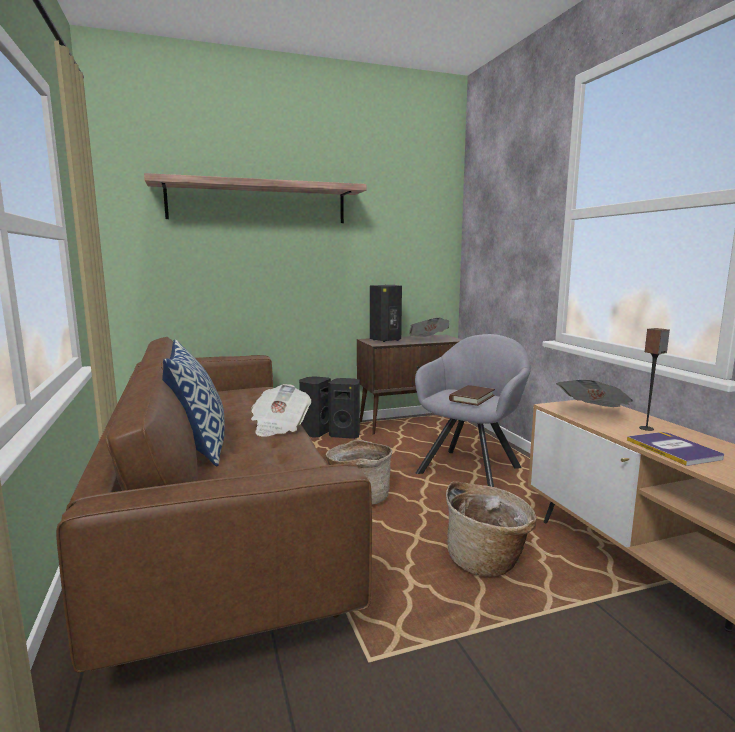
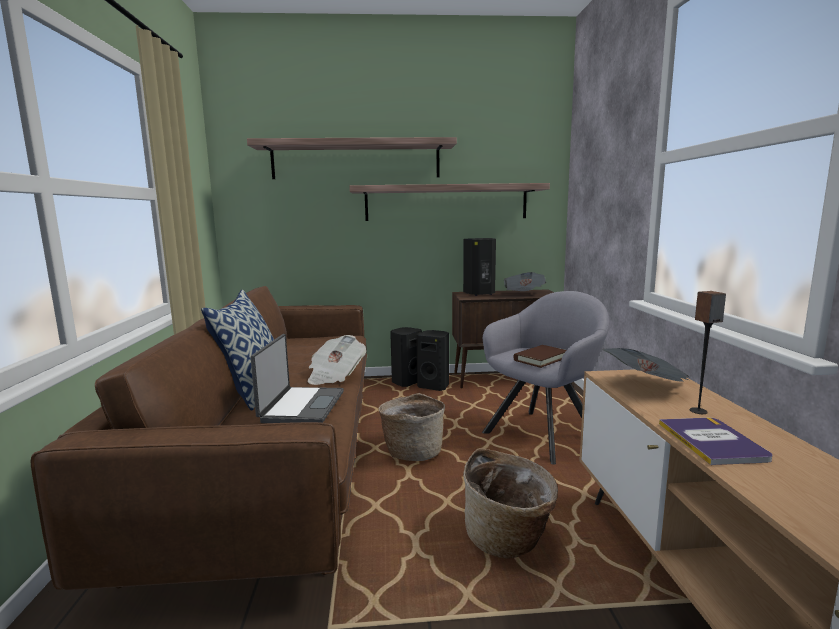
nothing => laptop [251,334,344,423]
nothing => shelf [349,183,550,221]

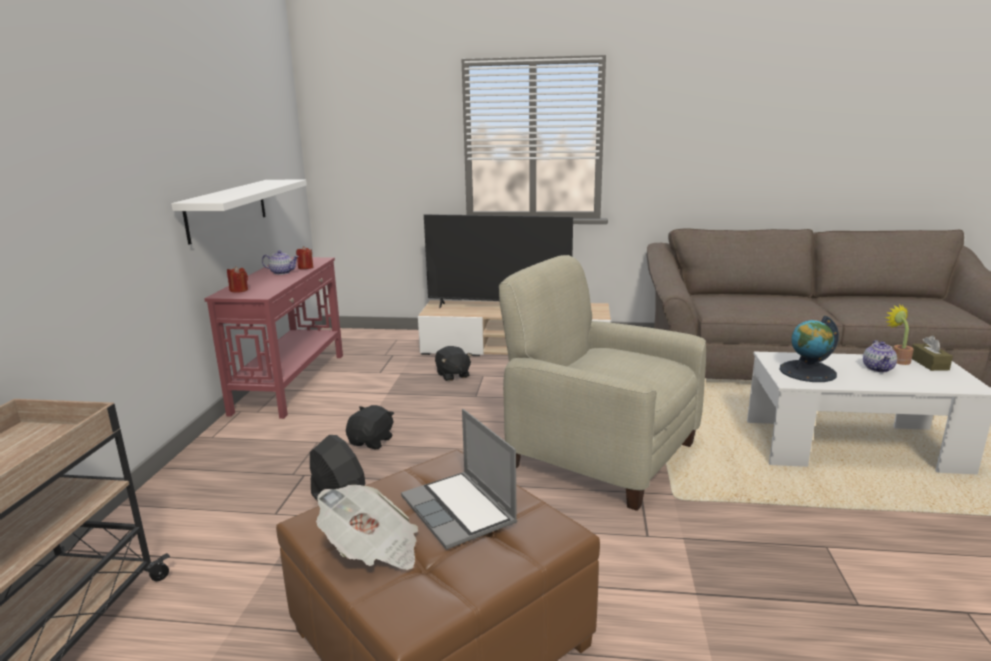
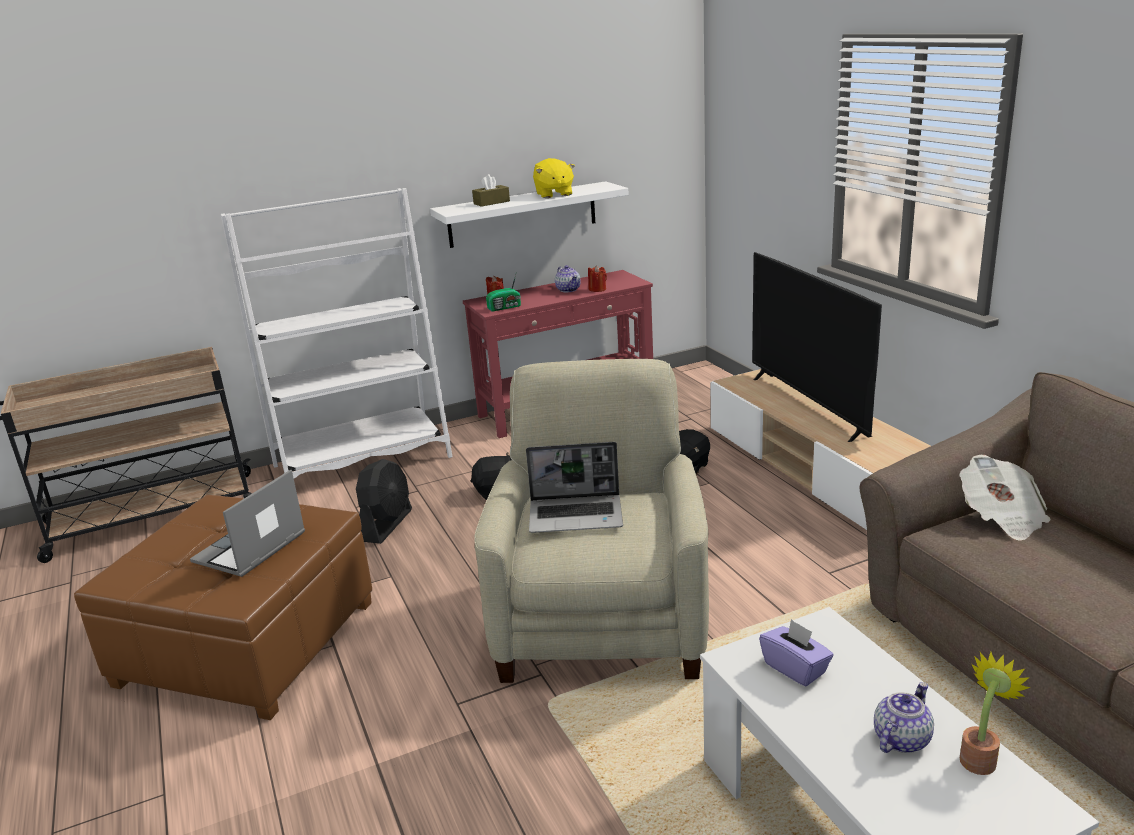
nothing => white bookcase [221,188,453,479]
brown tissue box [912,335,953,371] => brown tissue box [472,174,510,207], shifted
nothing => radio [486,275,521,312]
nothing => laptop [526,442,623,533]
nothing => yellow plush toy [533,158,575,198]
globe [779,316,839,382] => purple tissue box [759,619,833,687]
teapot [863,340,897,372] => teapot [874,682,934,753], 150 degrees clockwise
newspaper [316,485,418,570] => newspaper [959,455,1051,541], shifted

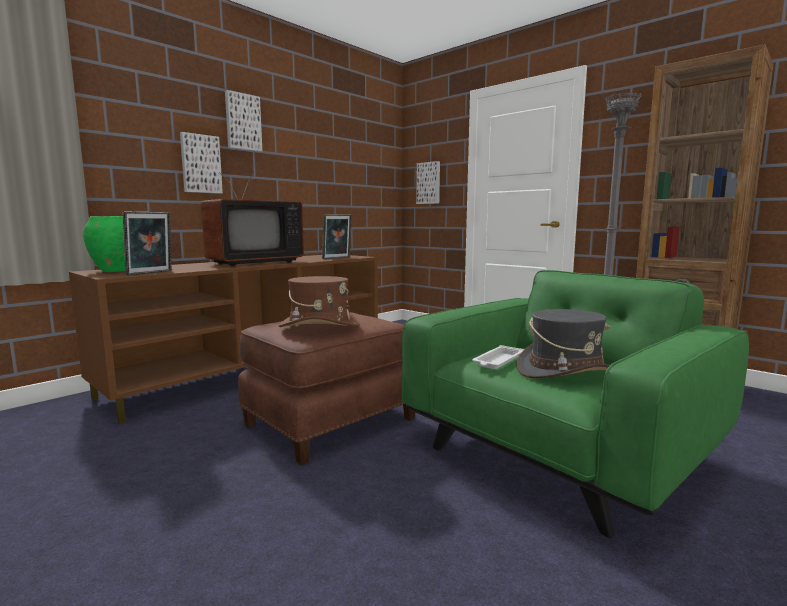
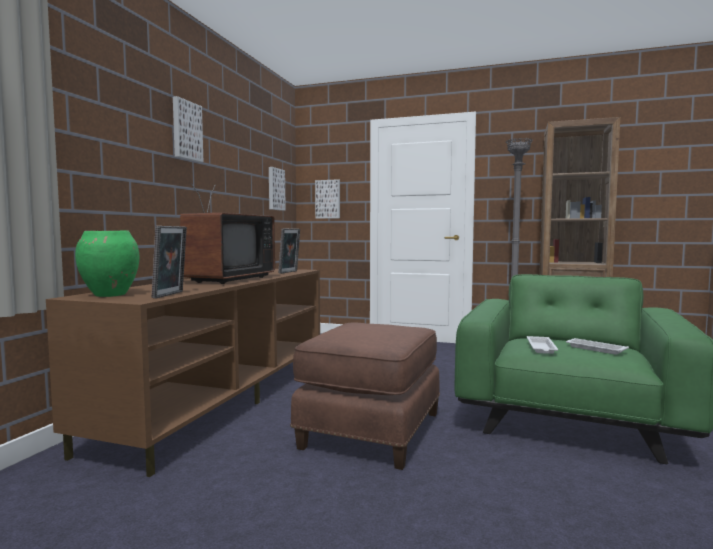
picture [180,132,223,194] => picture [269,167,286,211], shifted
grey hat [516,309,611,378] => white tray [566,338,629,355]
brown hat [279,276,360,327] => nothing

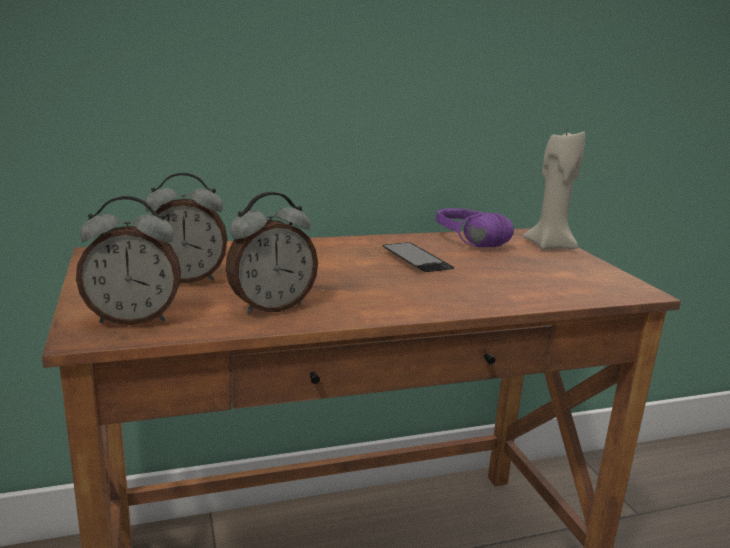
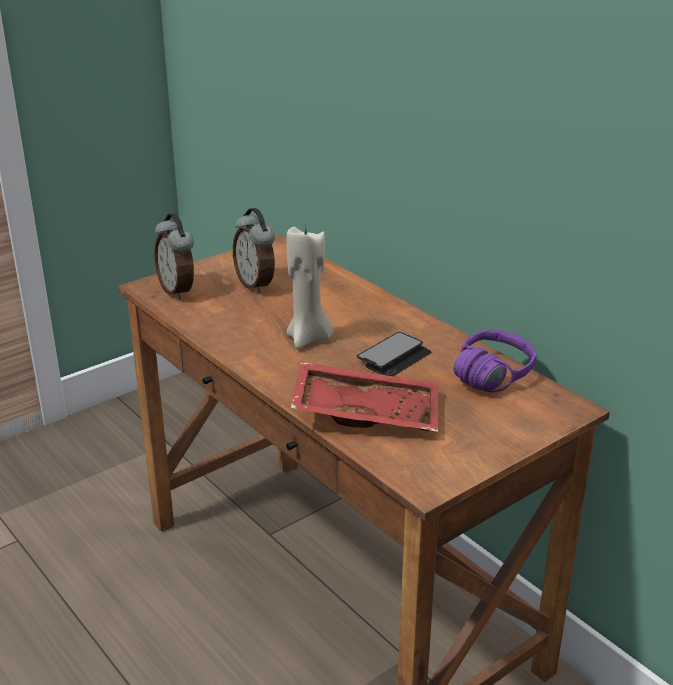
beige candle [523,127,585,250] => beige candle [286,224,333,349], shifted
nothing => red tray [291,362,438,432]
alarm clock [225,192,318,315] => nothing

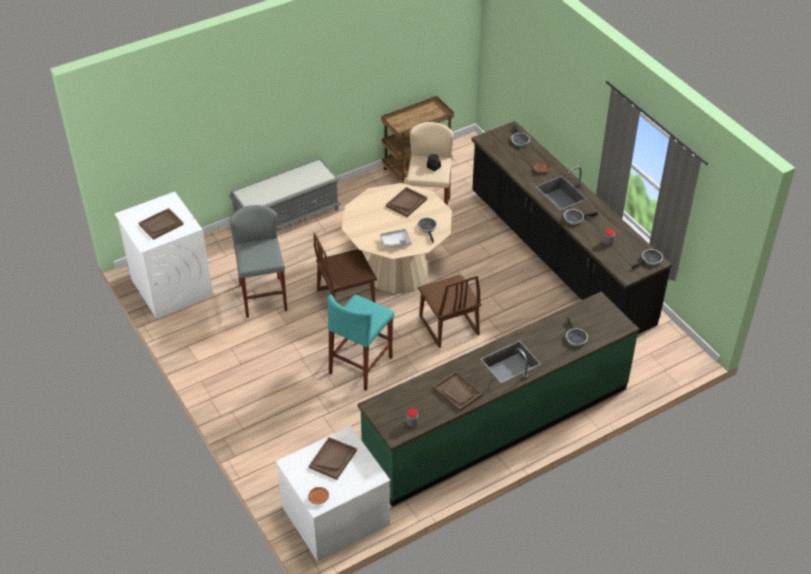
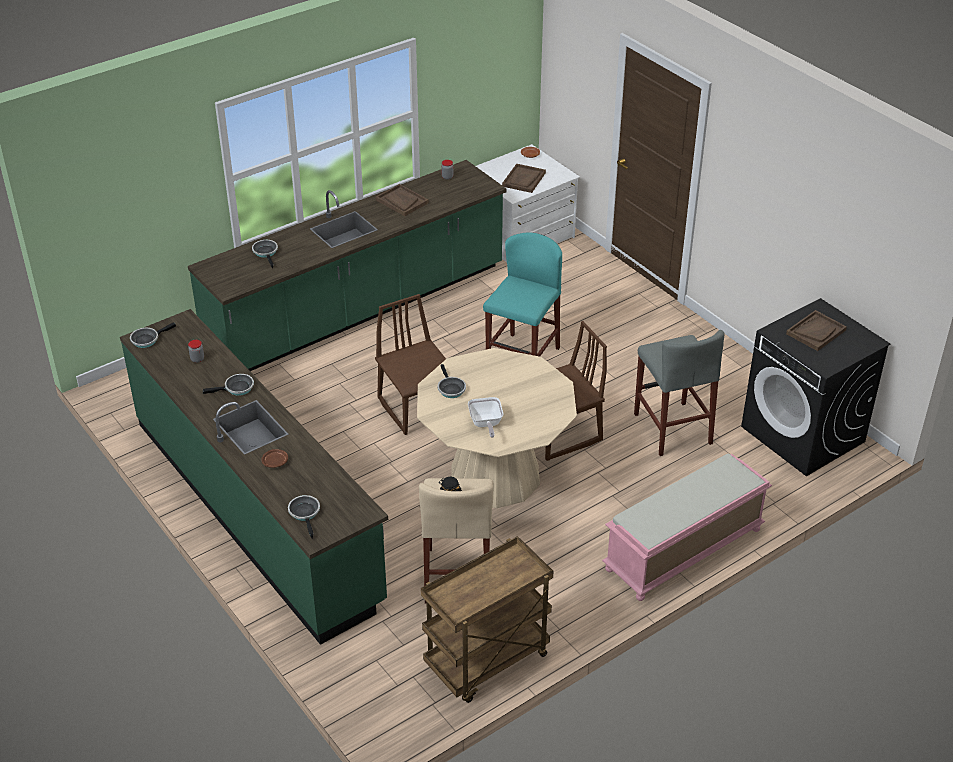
black counter [471,121,672,334] => green counter [120,309,388,645]
brown tray [386,187,427,217] => frying pan [468,397,503,438]
grey bench [228,158,341,229] => pink bench [602,453,772,601]
white washing machine [115,192,213,319] => black washing machine [741,298,890,476]
grey tray [380,229,412,248] => nothing

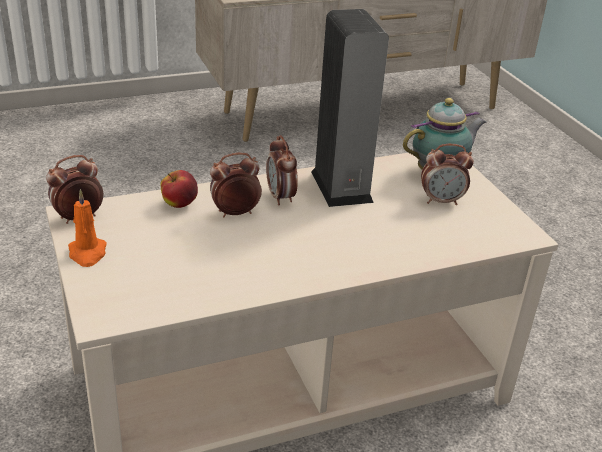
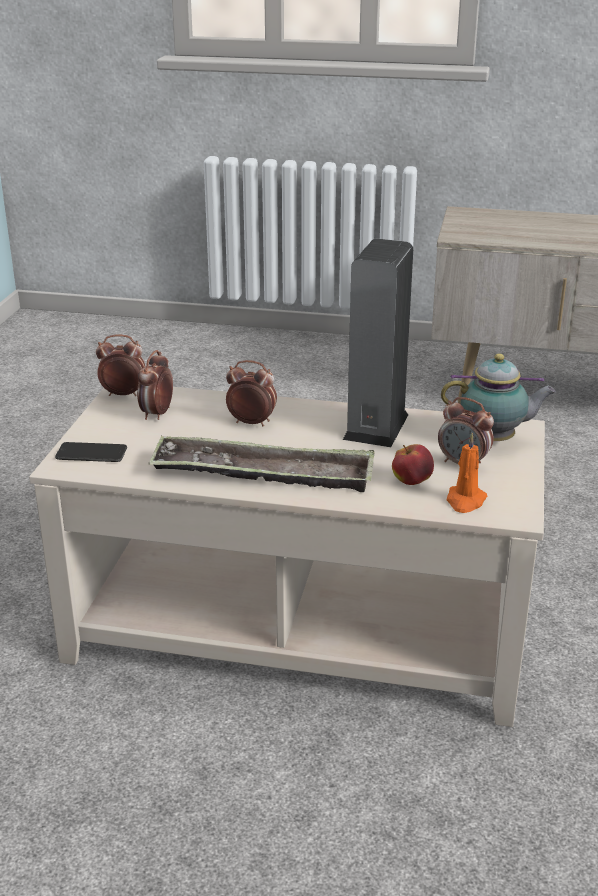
nothing => phone [55,442,127,462]
alarm clock [266,135,298,206] => alarm clock [137,350,173,420], shifted
nothing => tray [149,435,375,492]
apple [160,170,198,208] => apple [392,444,434,485], shifted
orange candle [68,189,107,267] => orange candle [447,433,487,513], shifted

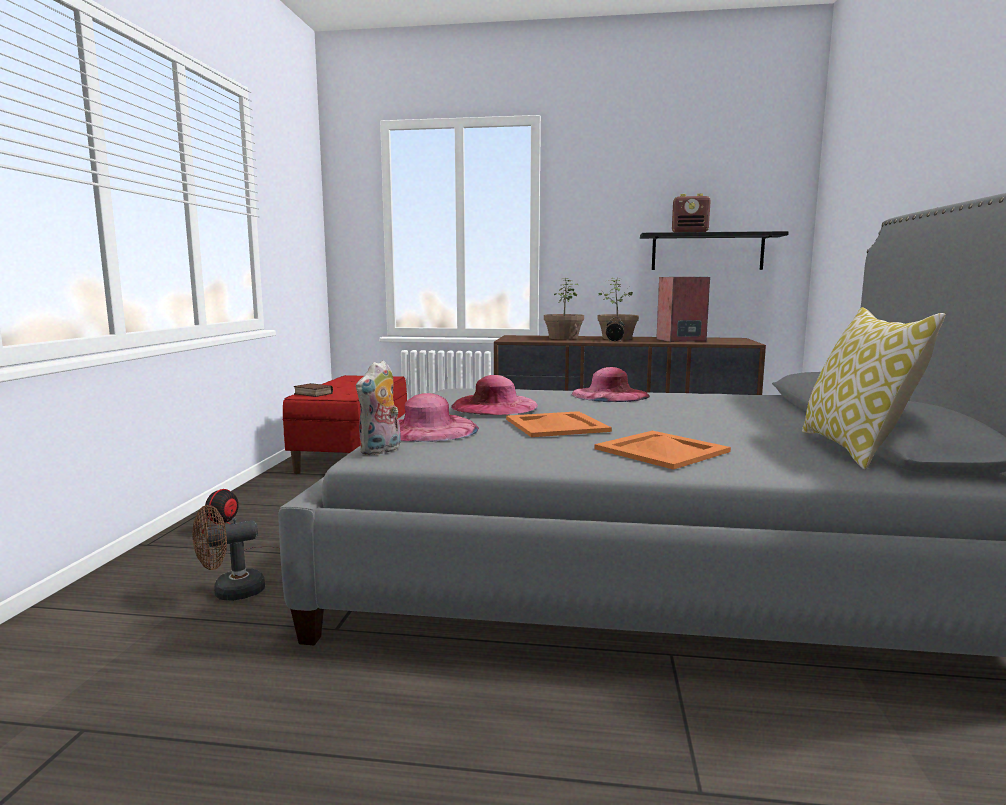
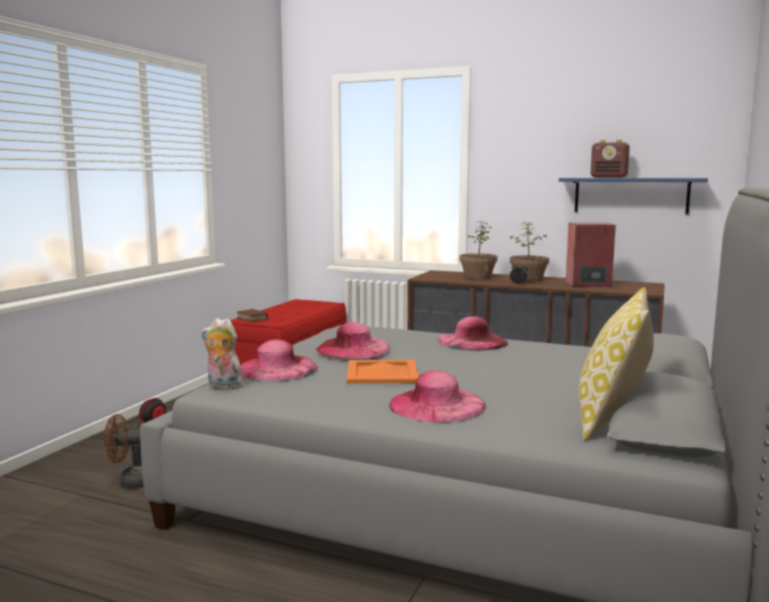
plush toy [356,360,404,455] => plush toy [201,318,246,390], 60 degrees clockwise
orange tray [594,431,731,470] => pink hat [389,370,486,422]
black shelf [640,231,789,270] => blue shelf [559,178,708,214]

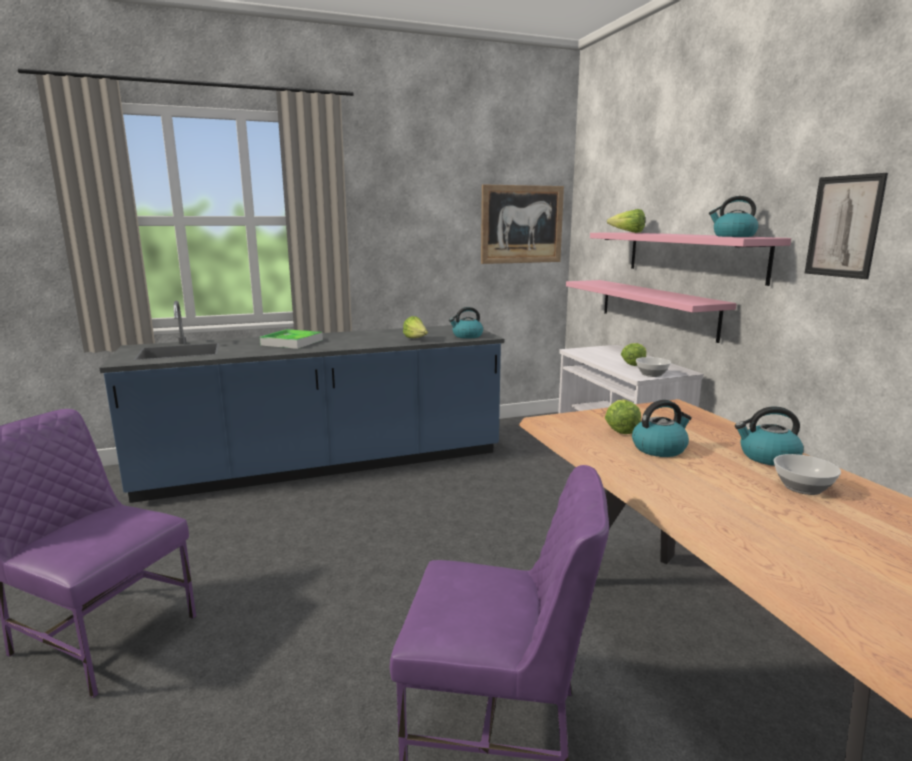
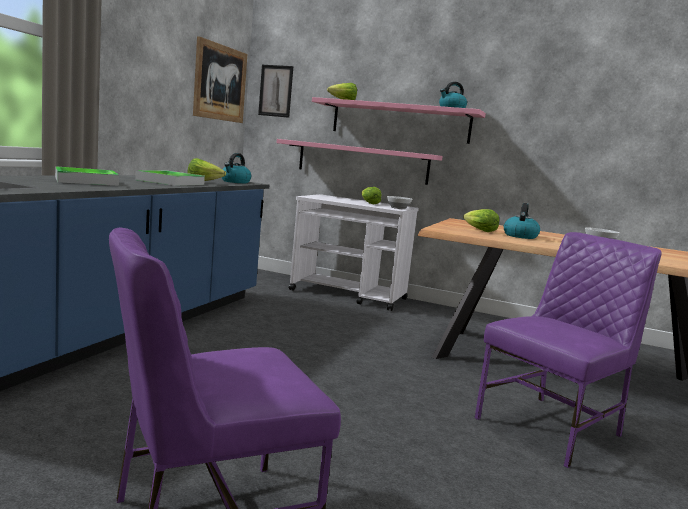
nothing => tray [135,170,205,186]
picture [805,173,888,279] => picture [258,65,294,118], shifted
kettle [735,407,804,466] => nothing

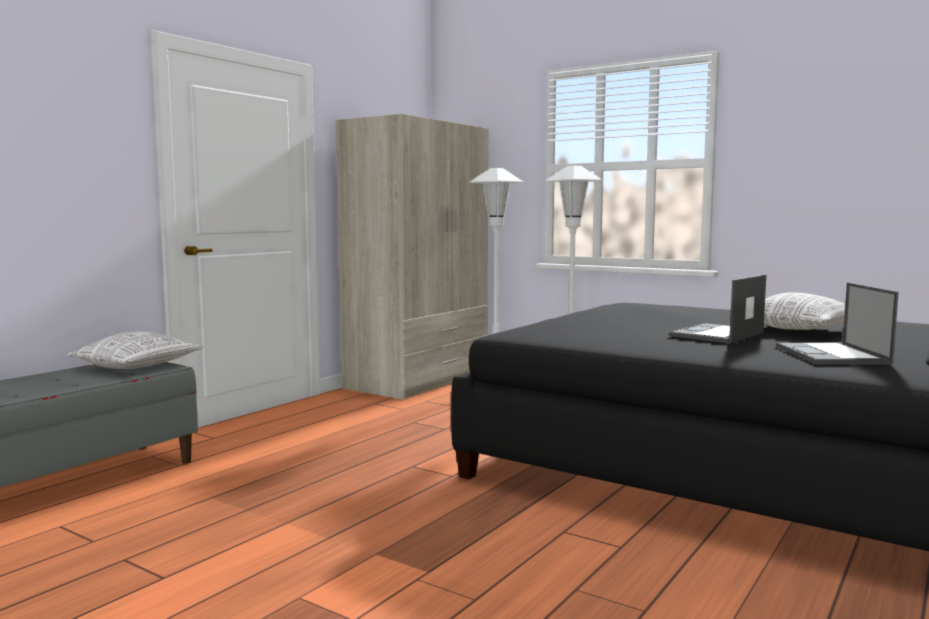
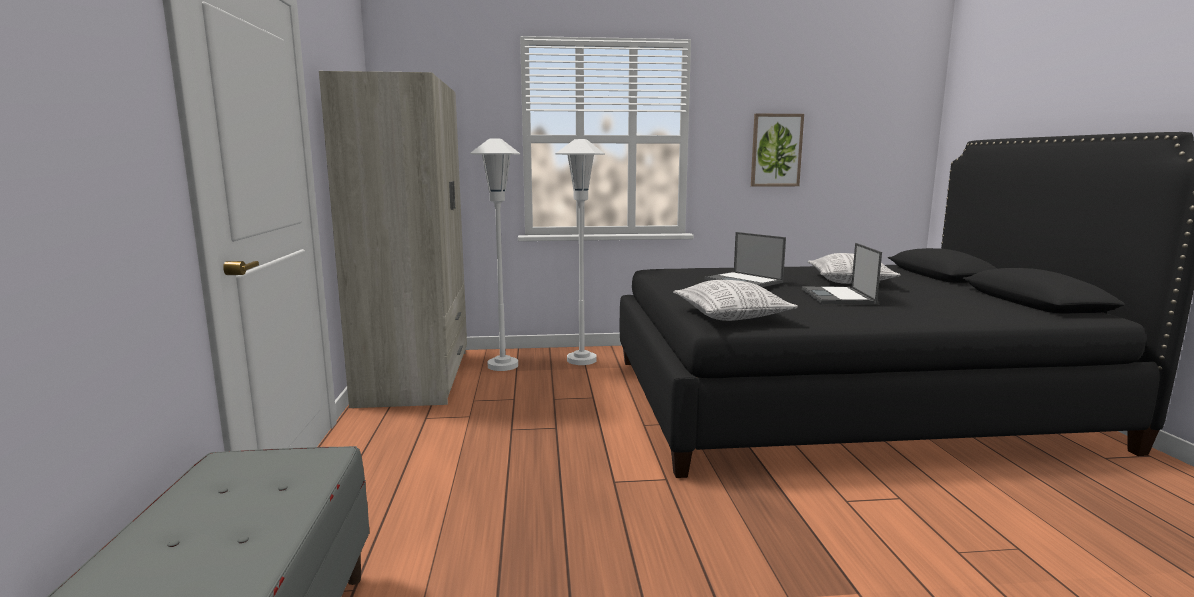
pillow [67,331,204,369] => pillow [673,280,798,321], shifted
laptop [776,283,899,365] => laptop [704,232,786,287], shifted
nothing => picture [751,114,804,187]

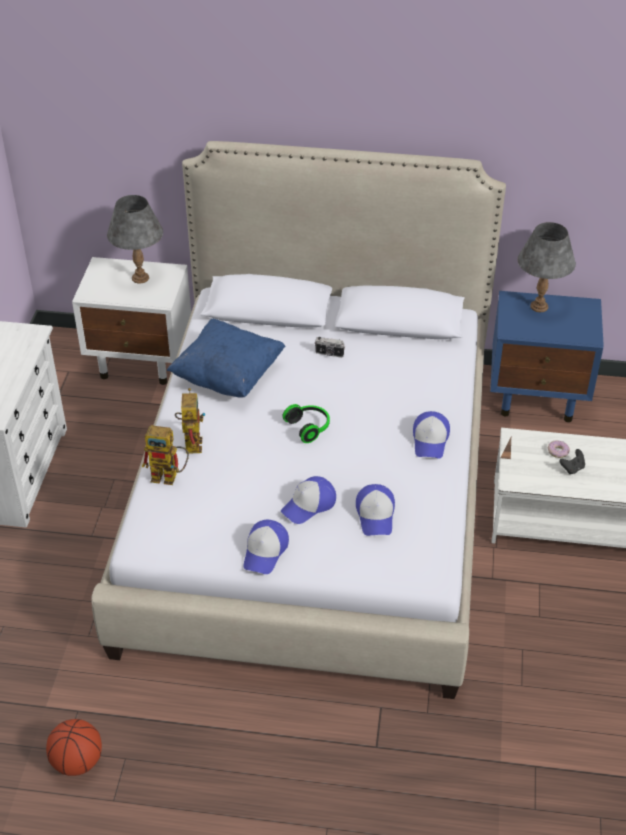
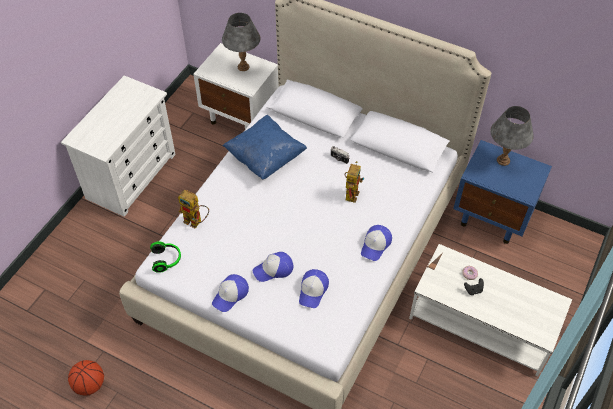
headphones [282,404,330,443] => headphones [150,242,181,273], shifted
toy robot [175,388,205,454] => toy robot [345,161,364,203], shifted

